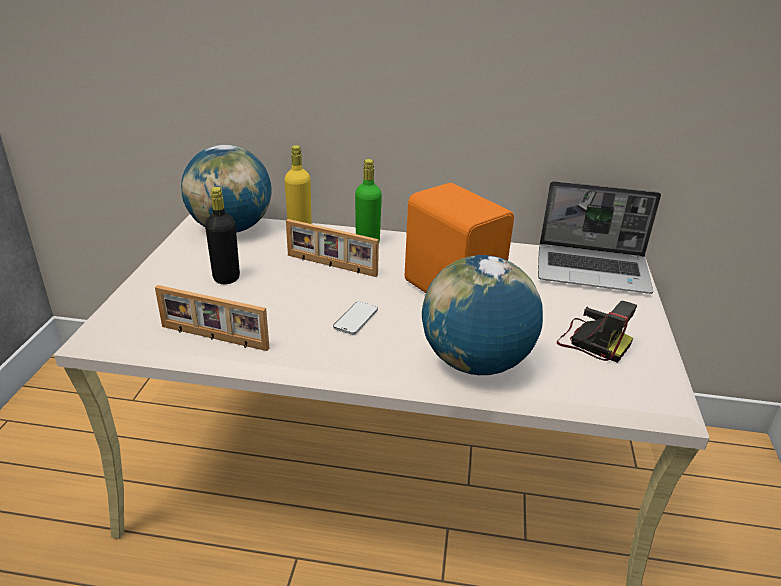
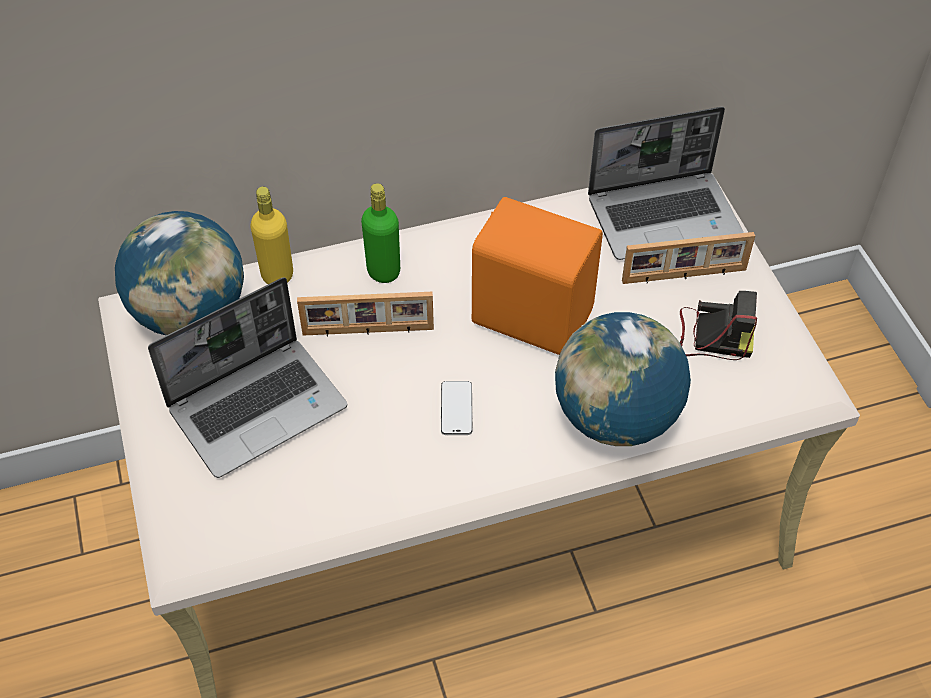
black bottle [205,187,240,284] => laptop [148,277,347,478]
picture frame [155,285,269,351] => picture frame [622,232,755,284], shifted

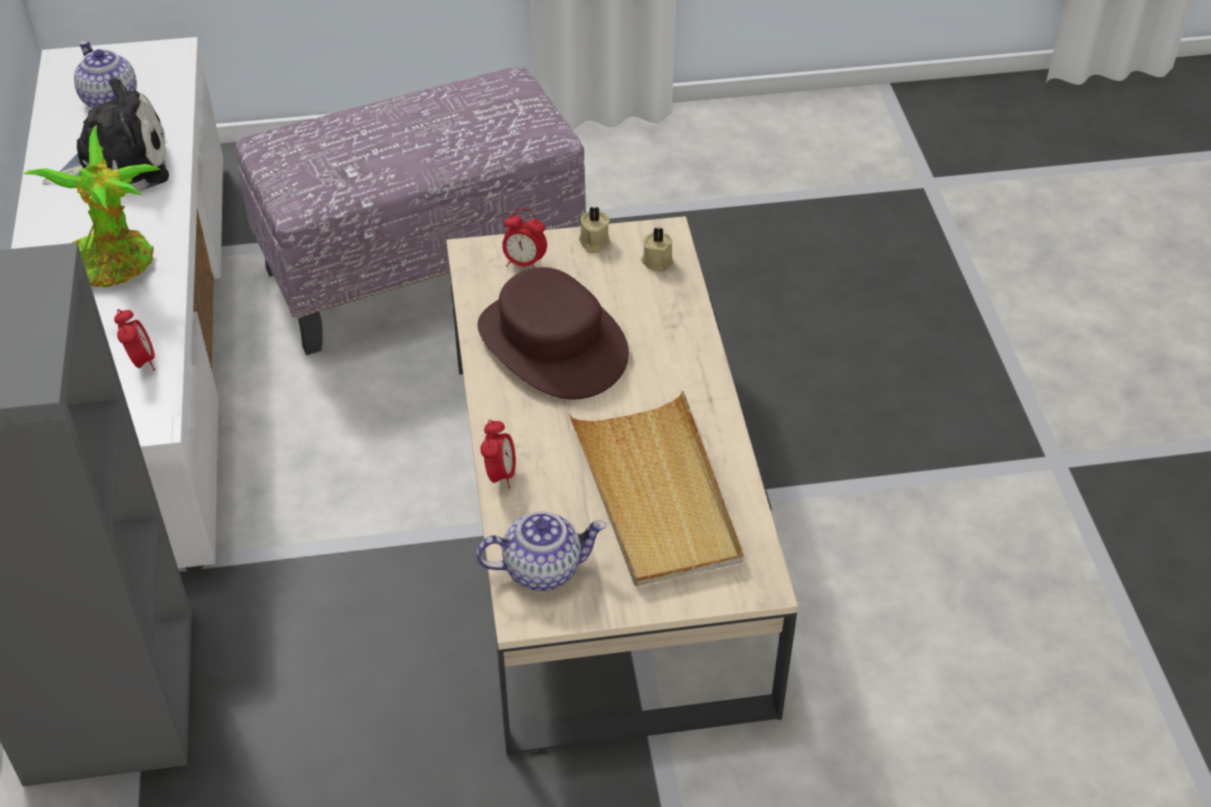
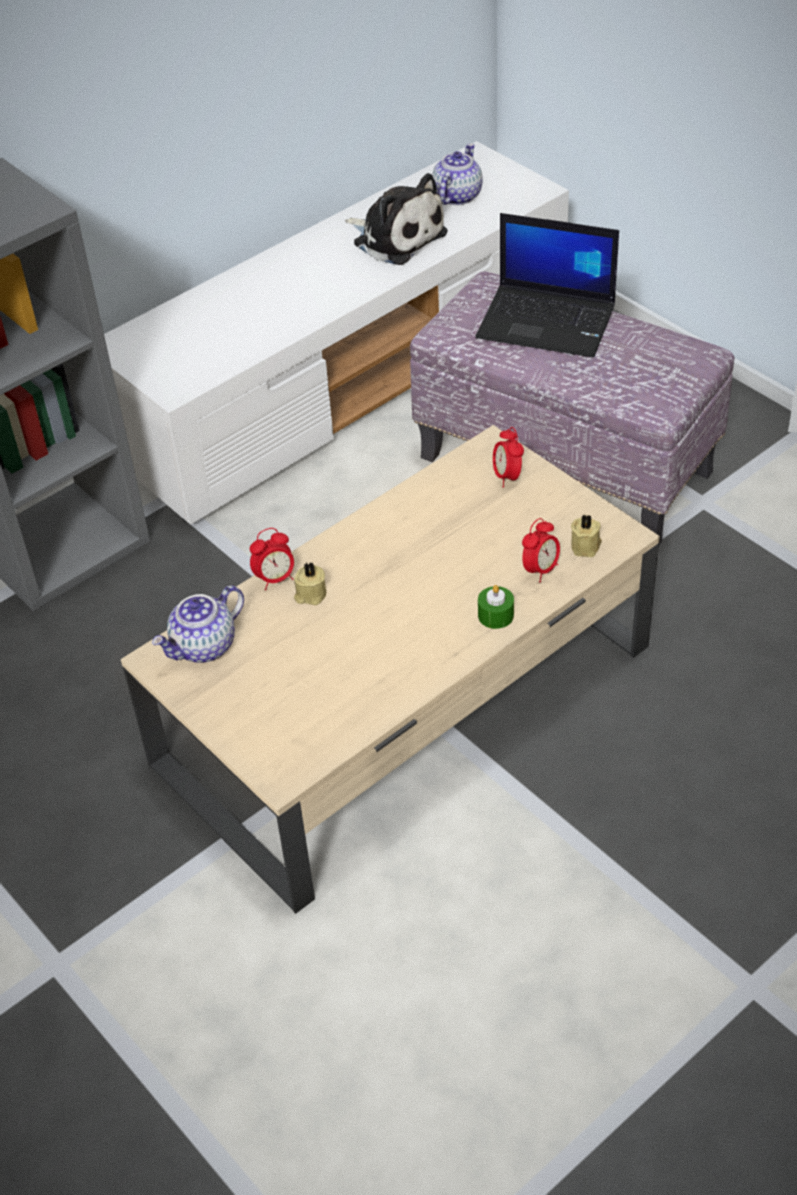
teapot [476,511,606,591] => teapot [152,585,244,663], 90 degrees clockwise
beige candle [579,207,610,253] => beige candle [294,562,326,605], shifted
nothing => laptop [476,213,619,358]
nothing => green candle [478,585,514,629]
alarm clock [114,309,155,370] => alarm clock [522,518,560,583], shifted
potted plant [23,125,161,288] => nothing
brown hat [478,267,629,399] => nothing
beige tray [568,391,743,587] => nothing

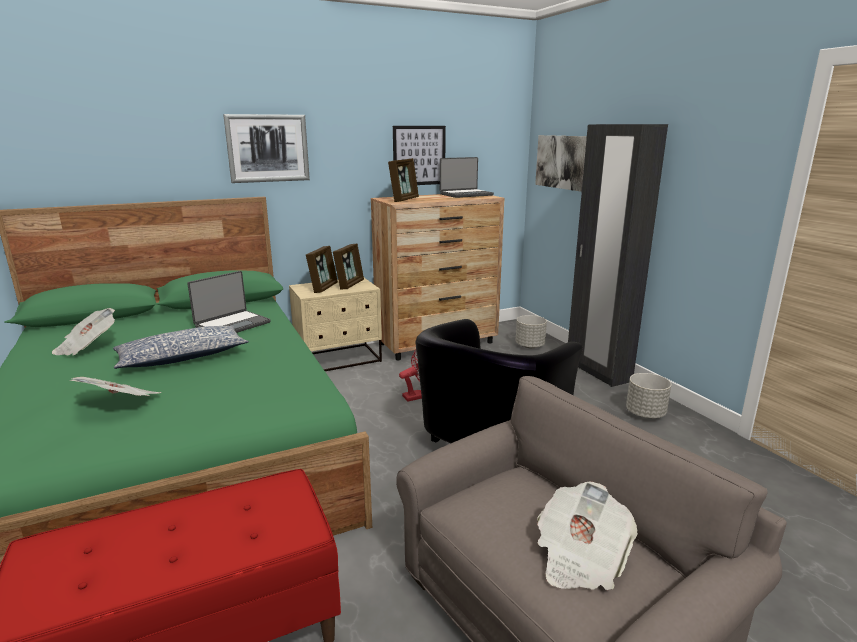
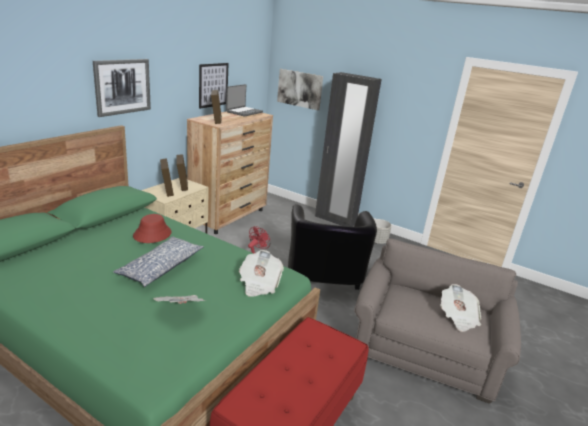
laptop [187,271,271,333] => red hat [133,214,172,243]
newspaper [52,308,115,356] => newspaper [239,250,284,297], shifted
grey planter [516,315,547,348] => nothing

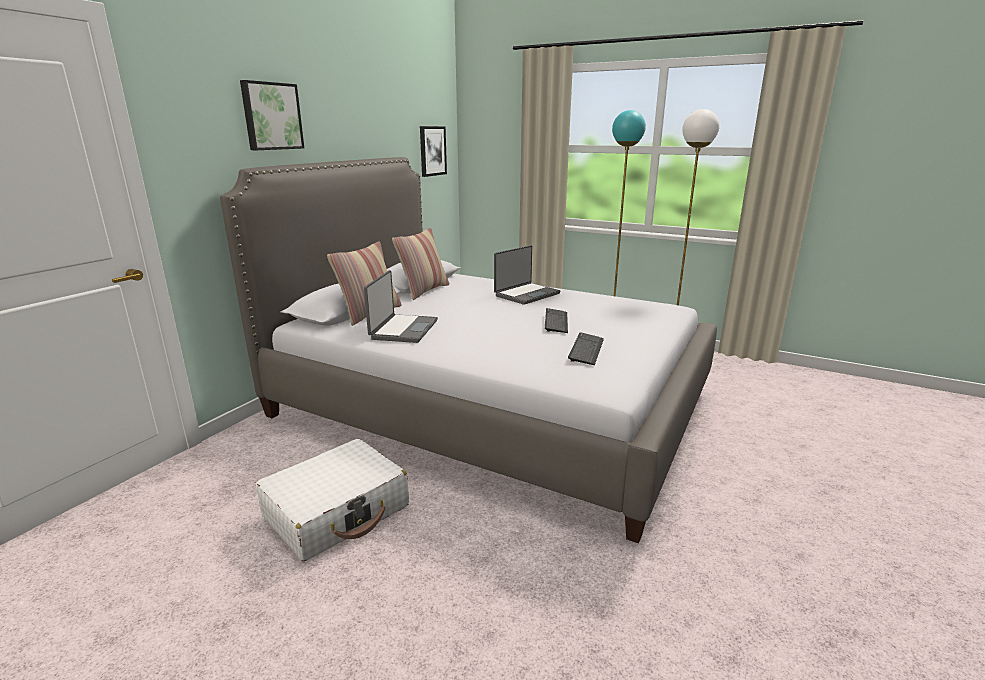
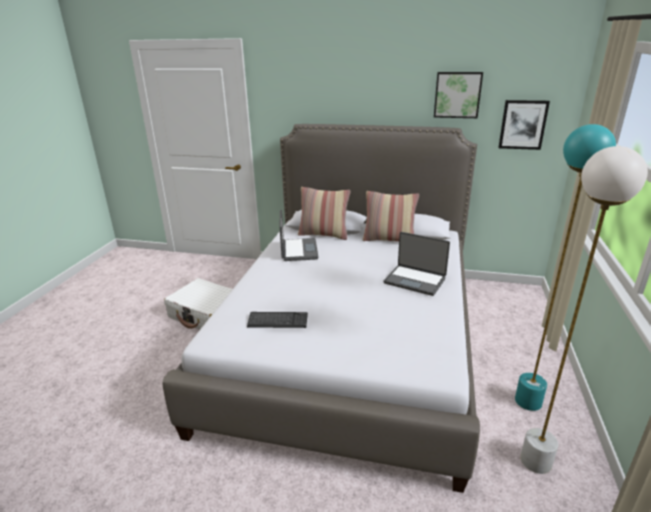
laptop [364,270,438,343] => laptop [280,210,318,261], 90 degrees counterclockwise
picture [240,80,304,150] => picture [434,72,483,118], shifted
keyboard [545,308,568,333] => nothing

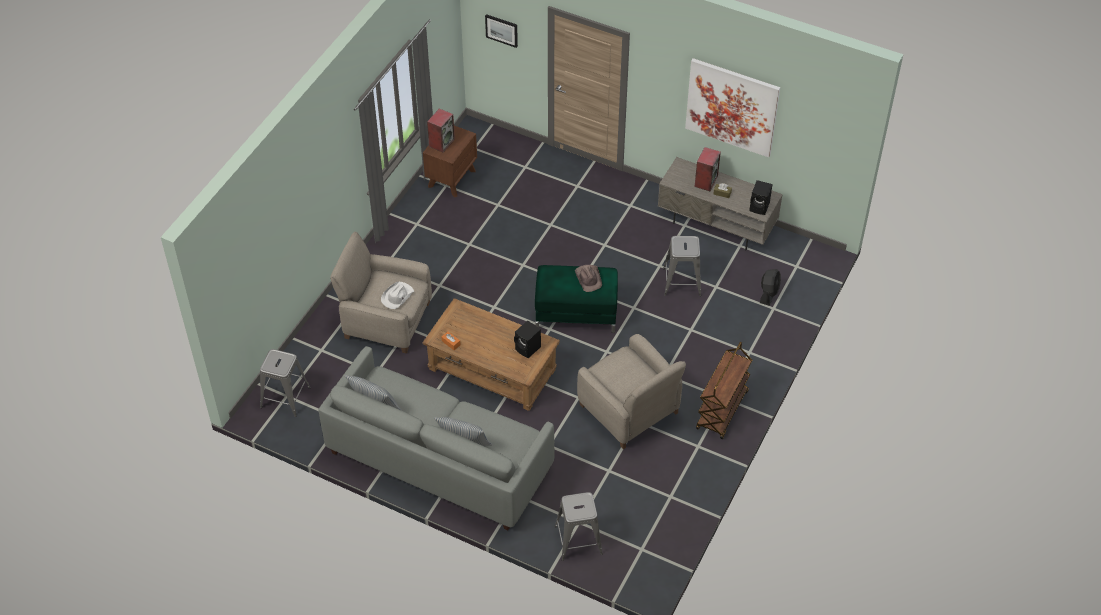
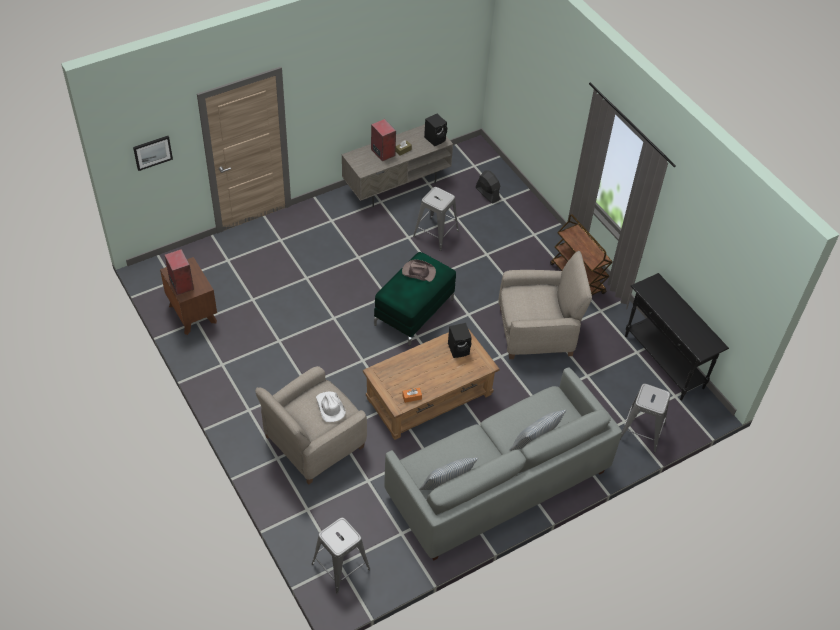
nothing => black console table [625,273,729,400]
picture [685,58,780,158] => nothing

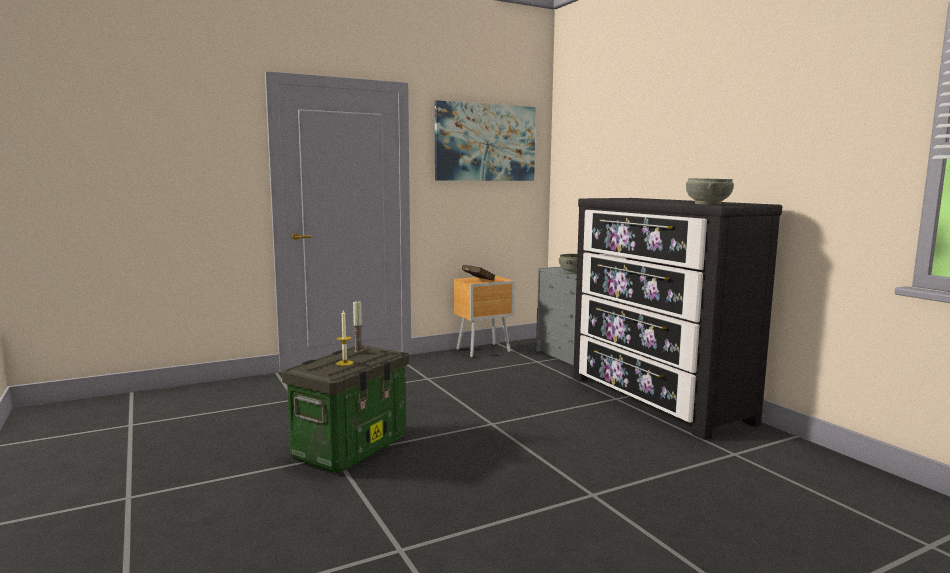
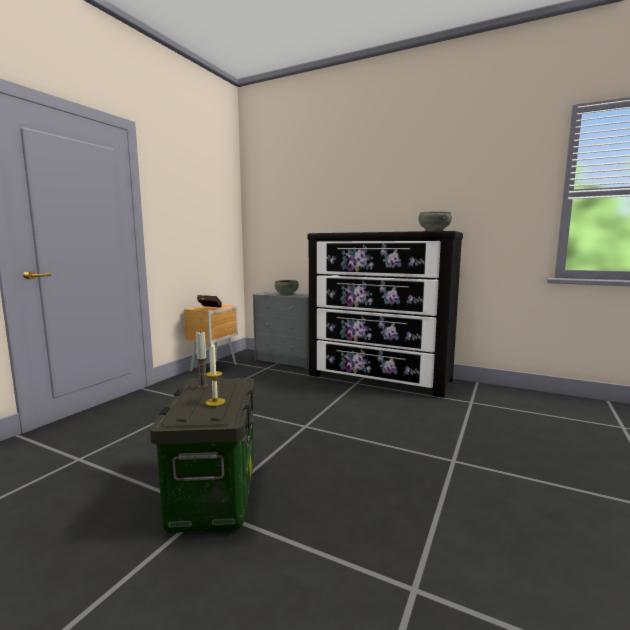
picture [435,100,536,181] => nothing

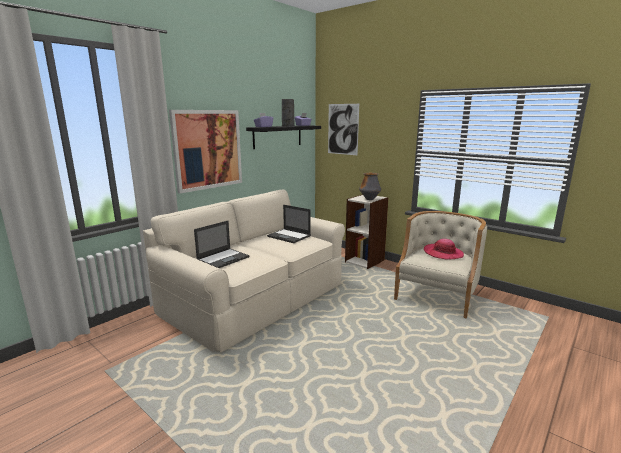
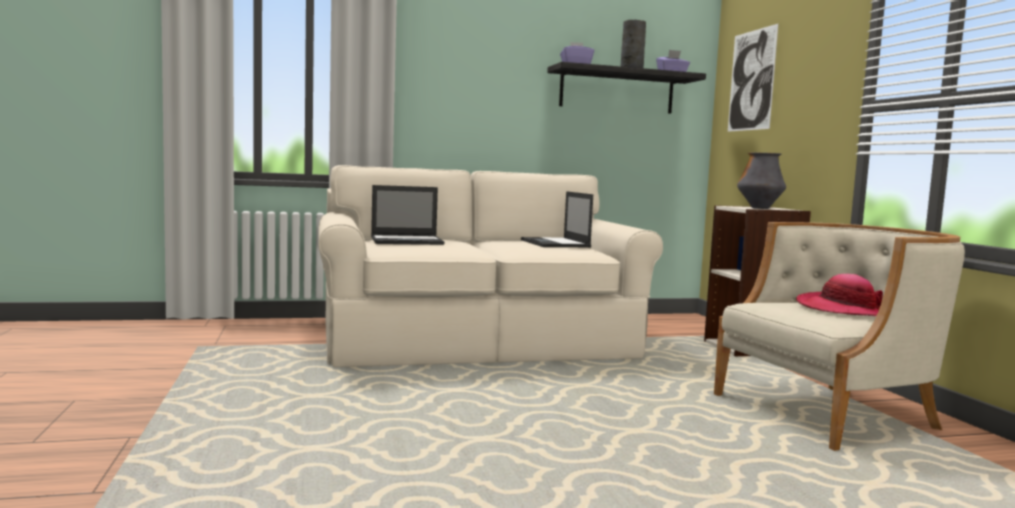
picture [169,110,242,193] => nothing

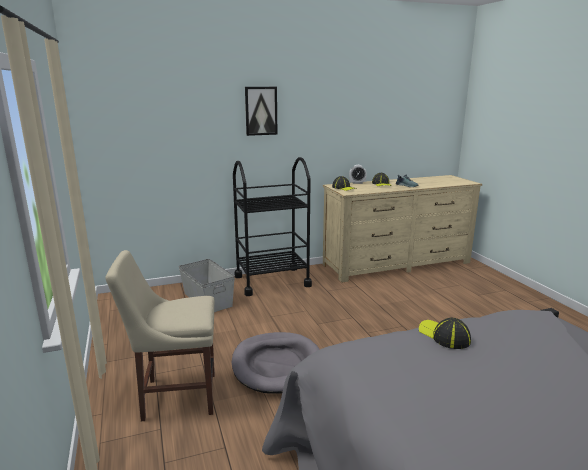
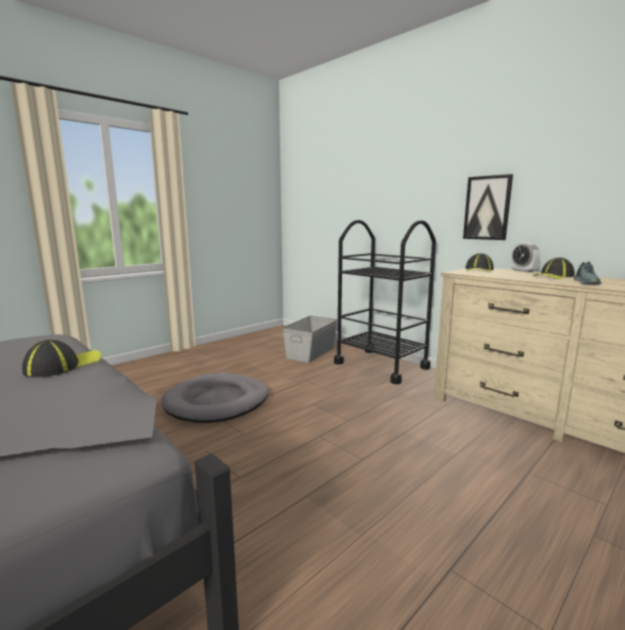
picture [245,87,277,136] => picture [463,174,513,240], shifted
beige chair [106,250,215,421] => nothing

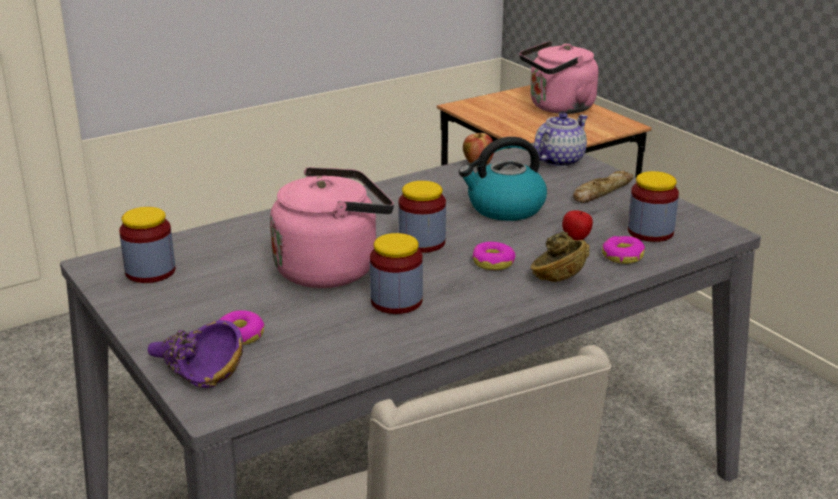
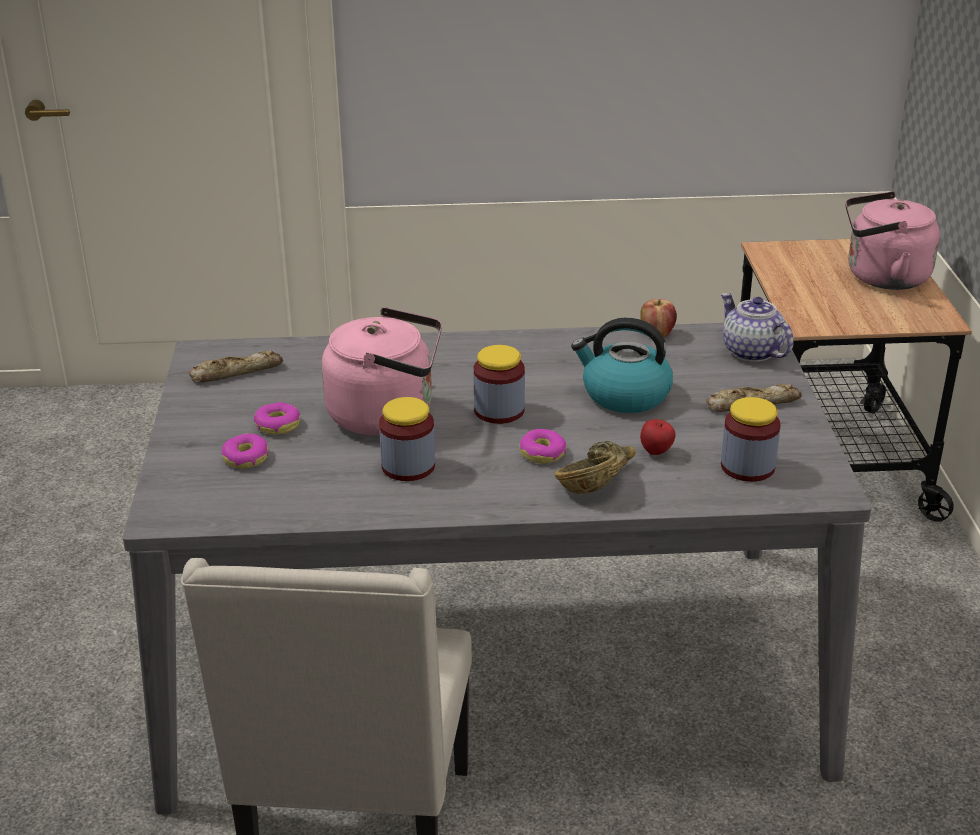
jar [119,207,176,283] => bread [188,351,283,382]
donut [602,236,645,264] => donut [254,402,300,435], shifted
teapot [534,112,588,167] => teapot [721,293,794,362], 105 degrees counterclockwise
purple bowl [148,320,243,388] => nothing

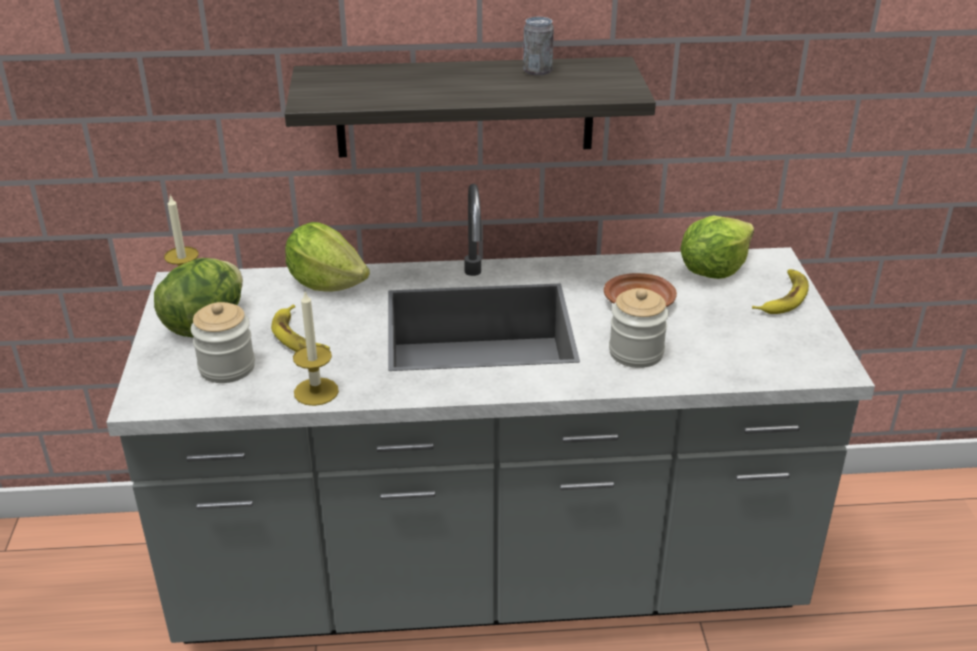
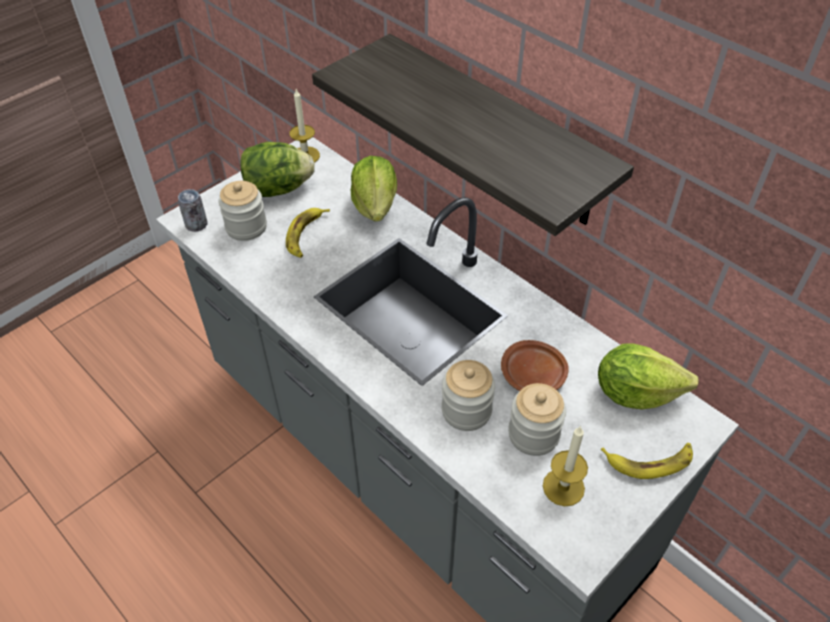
can [523,17,554,76] => can [178,189,208,232], shifted
nothing => jar [508,383,566,456]
candle [293,292,339,406] => candle [543,426,588,506], shifted

